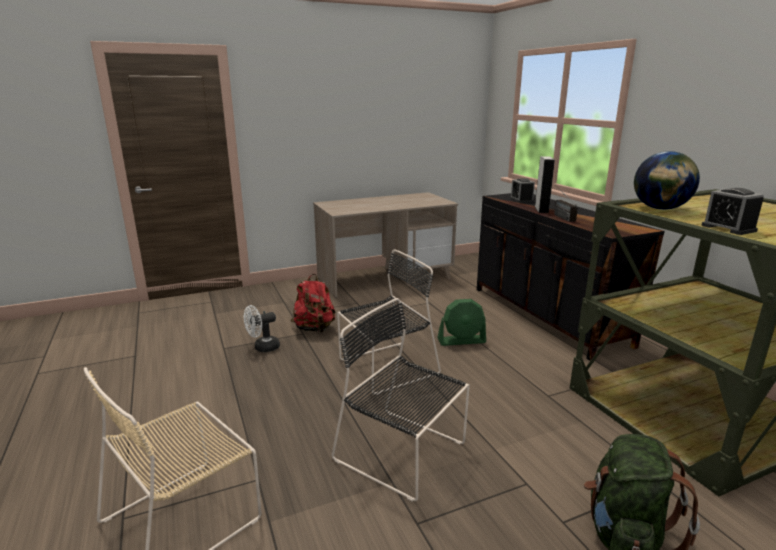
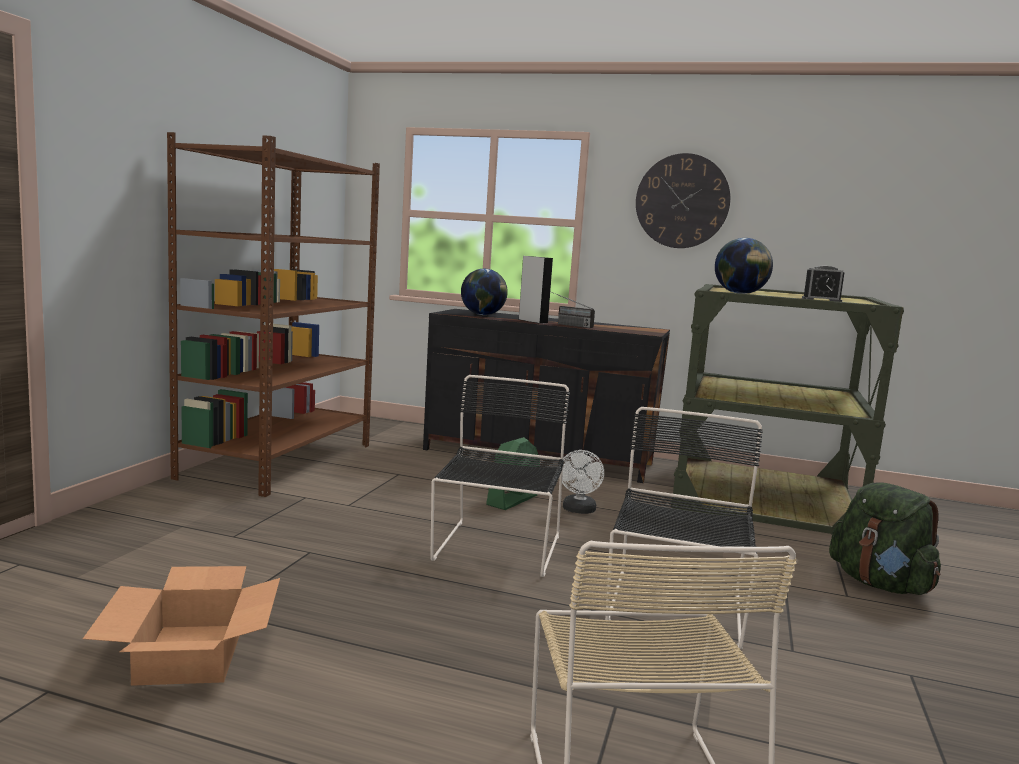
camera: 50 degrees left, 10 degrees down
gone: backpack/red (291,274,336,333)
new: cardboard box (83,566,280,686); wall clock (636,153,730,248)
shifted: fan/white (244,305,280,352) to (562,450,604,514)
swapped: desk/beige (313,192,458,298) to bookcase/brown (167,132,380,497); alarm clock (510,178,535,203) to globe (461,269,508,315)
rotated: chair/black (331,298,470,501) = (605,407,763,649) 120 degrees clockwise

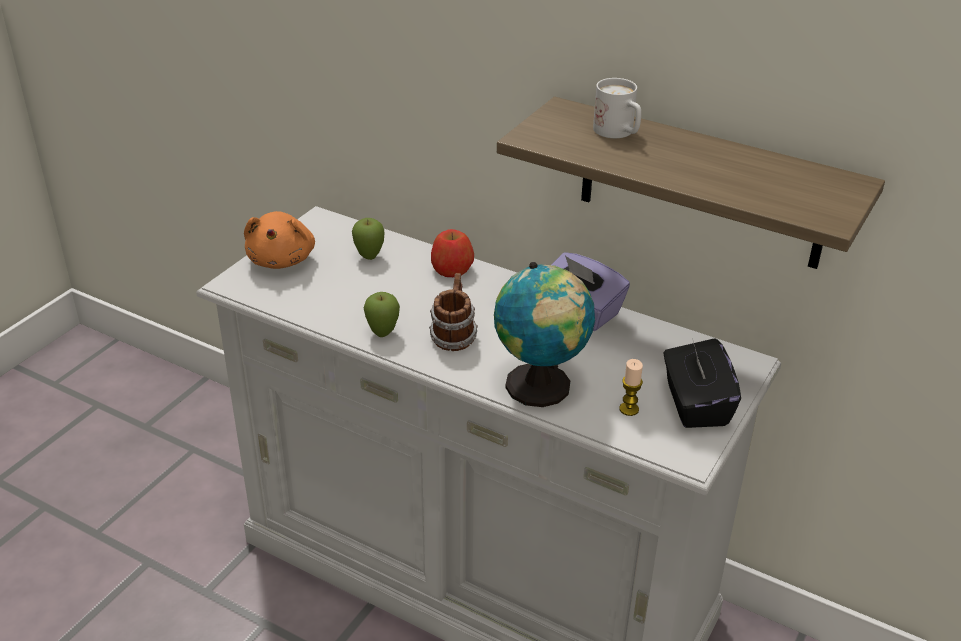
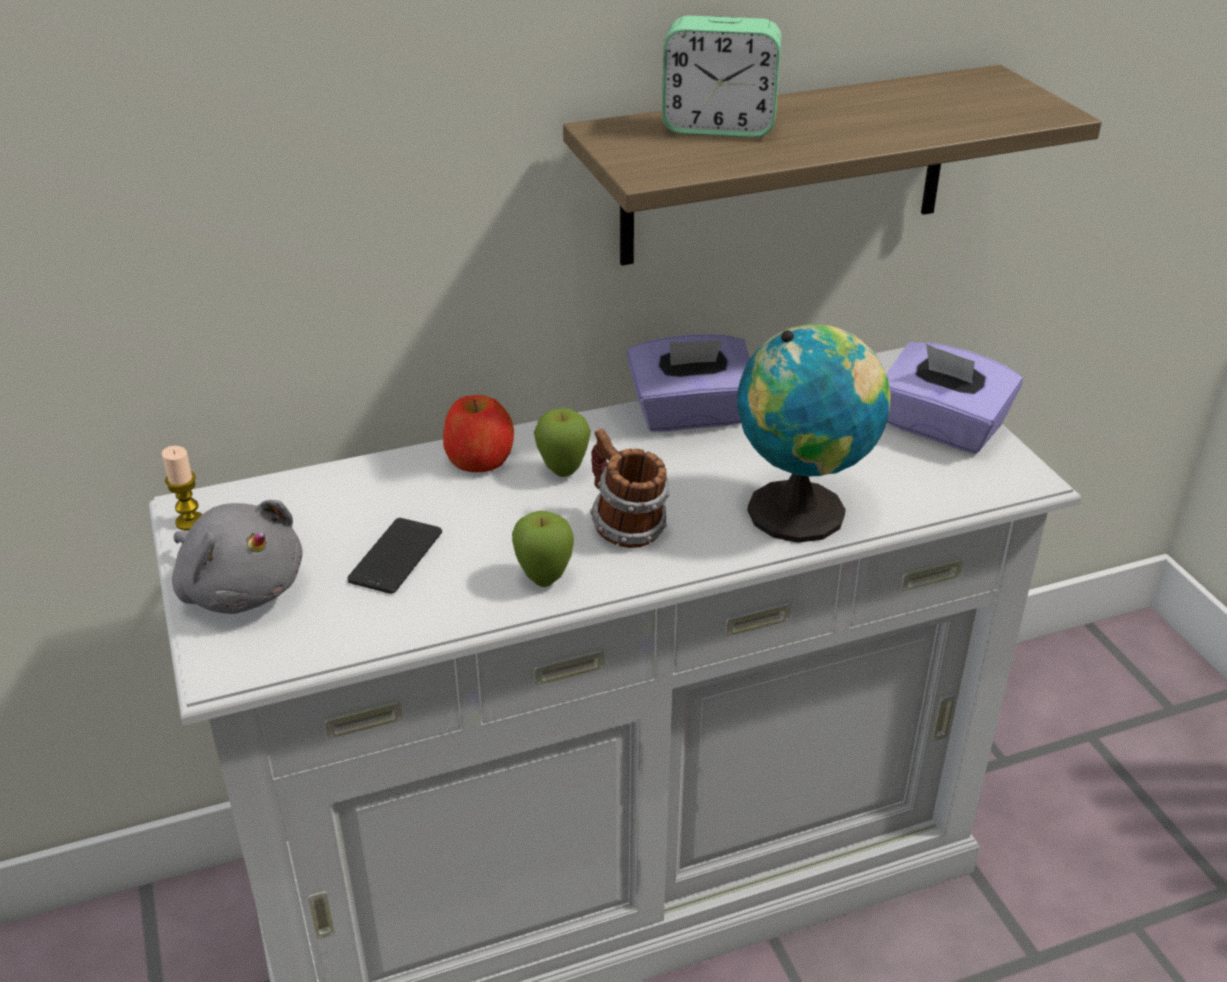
camera: 50 degrees left, 0 degrees up
new: phone (347,518,442,594)
shifted: apple (352,218,385,260) to (534,408,591,477); candle (619,359,643,416) to (162,446,203,530)
swapped: mug/white (593,78,641,138) to alarm clock (662,16,781,138)
repainted: plush toy/orange (244,211,315,269) to plush toy/grey (172,500,303,614); tissue box/black (664,338,741,428) to tissue box/purple (886,342,1023,454)

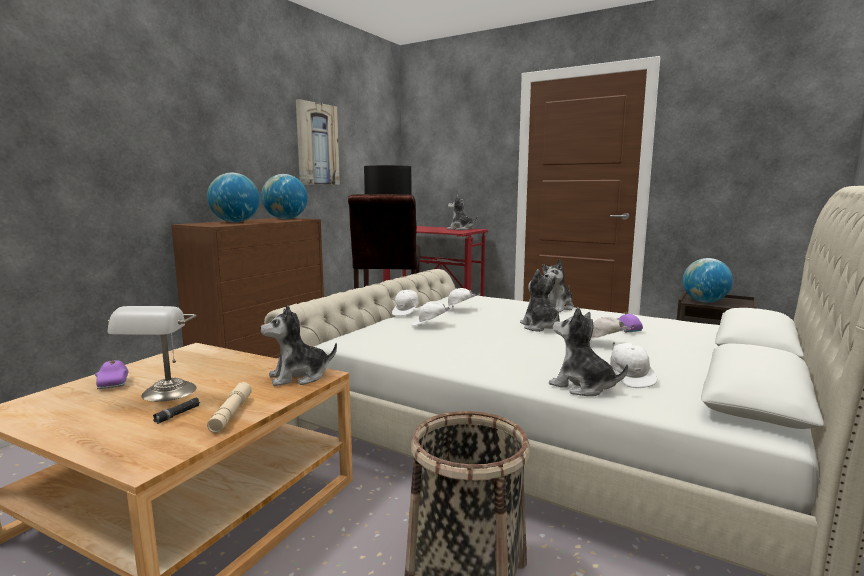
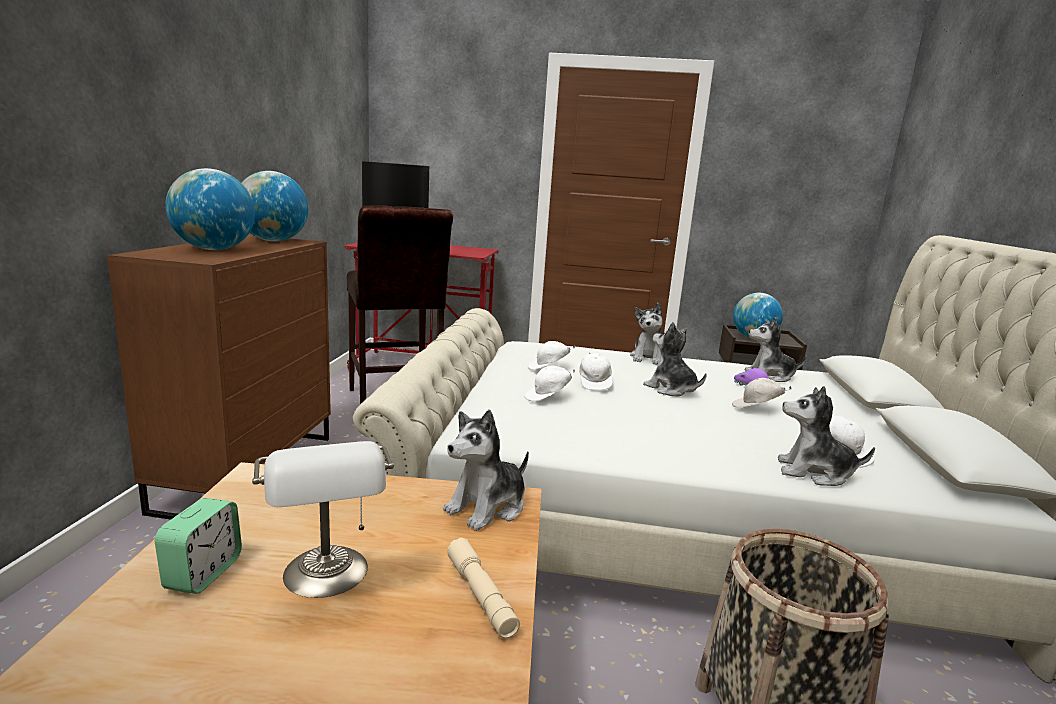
camera: 25 degrees left, 5 degrees up
gone: flashlight/black (153,398,200,424); picture (296,99,340,185)
shifted: cap/white (392,290,419,316) to (579,352,613,391); plush toy (447,195,478,230) to (745,317,807,382)
swapped: toy car/purple (95,359,129,389) to alarm clock (155,498,242,594)

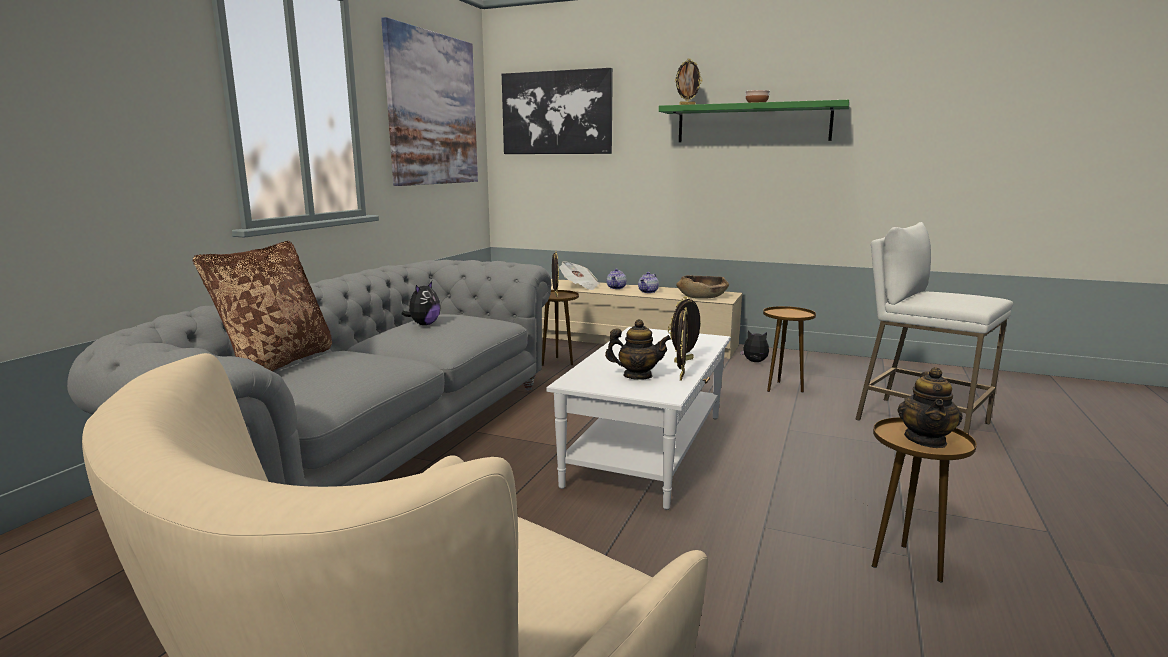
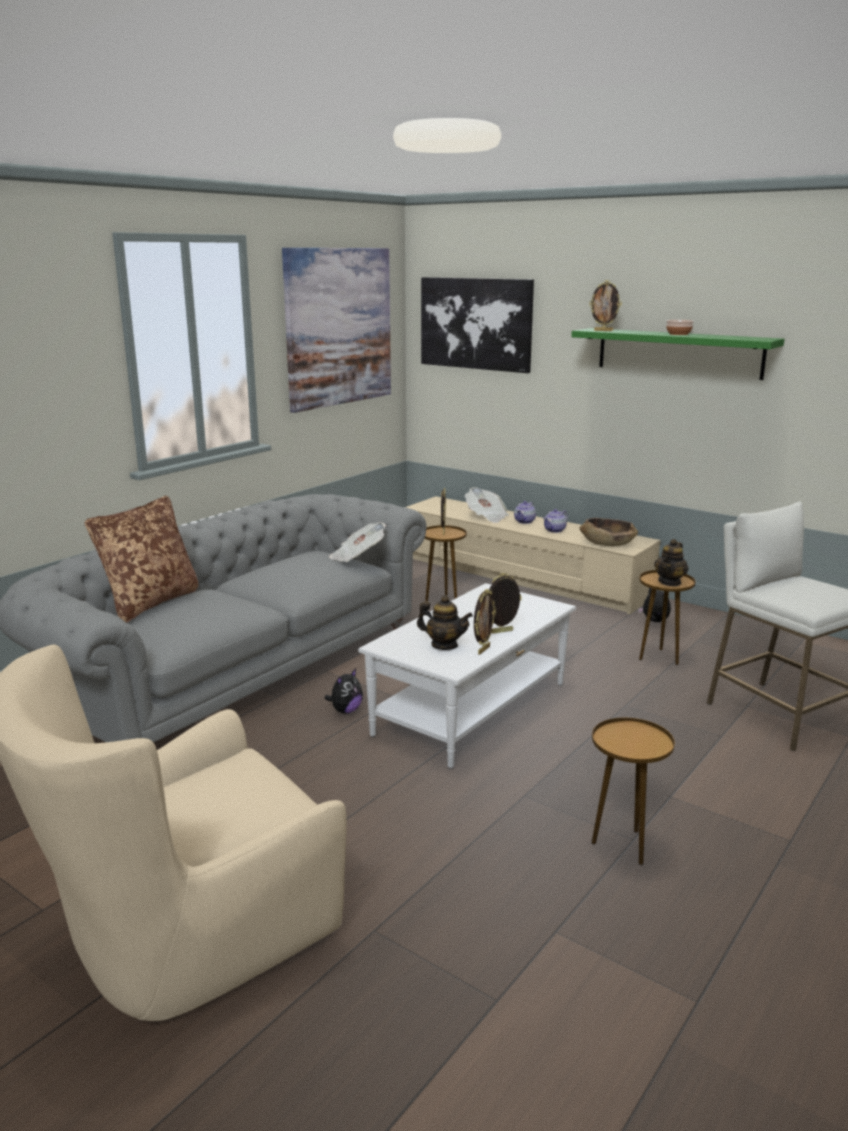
camera: 15 degrees right, 5 degrees up
new: newspaper (329,522,386,562)
shifted: plush toy (402,281,441,325) to (325,669,363,714); teapot (897,367,963,448) to (654,539,688,586)

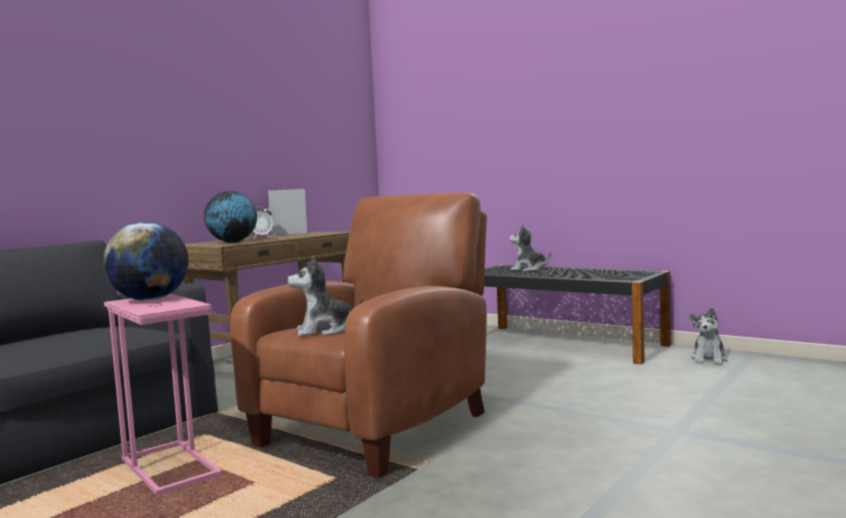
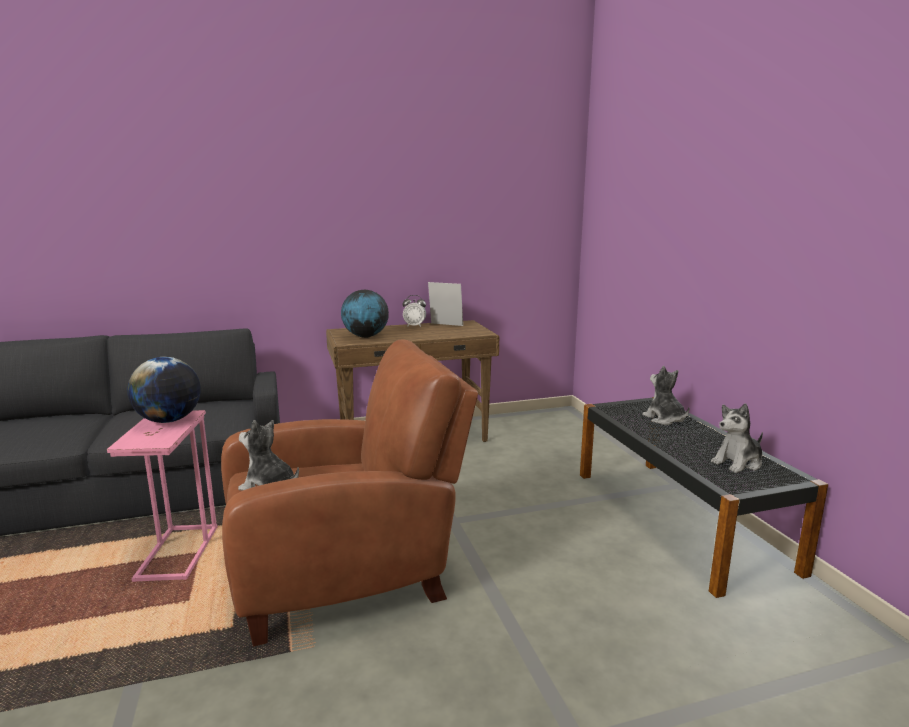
camera: 35 degrees right, 10 degrees up
shifted: plush toy (690,308,728,365) to (711,403,763,473)

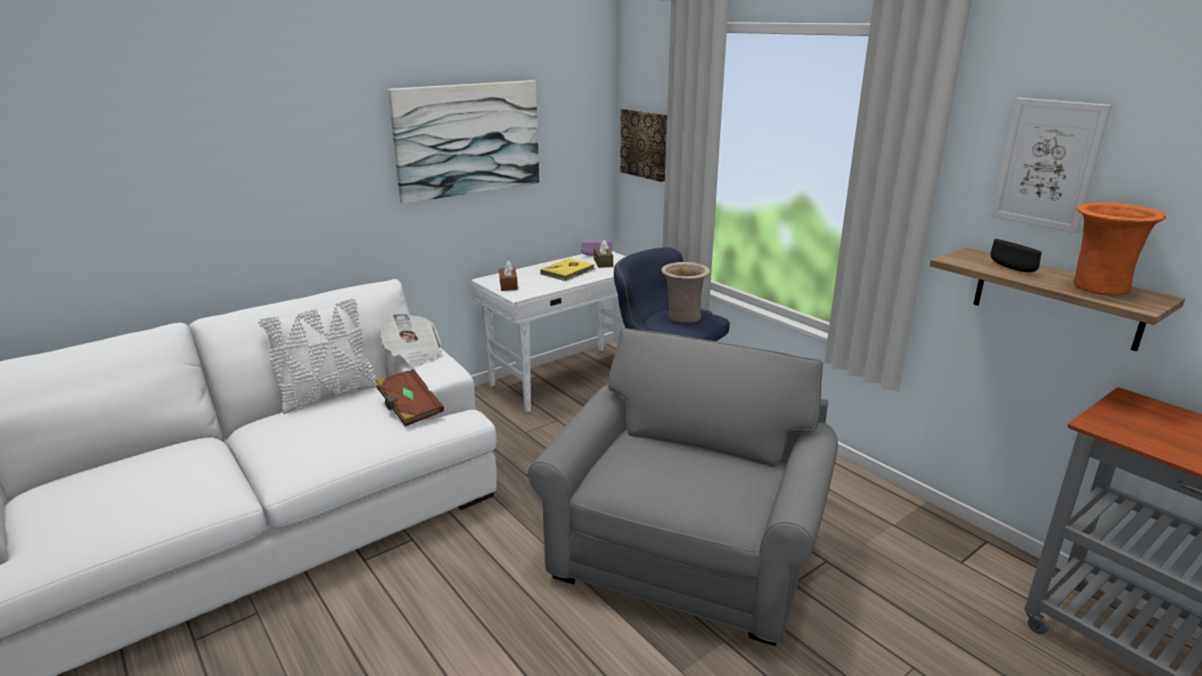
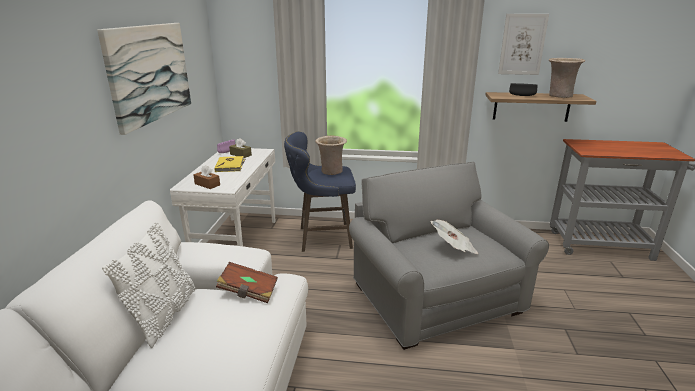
camera: 45 degrees left, 0 degrees up
gone: picture (620,109,667,182)
shifted: newspaper (380,313,442,367) to (430,220,479,254)
repainted: vase/orange (1073,202,1166,296) to vase/beige (549,58,585,98)

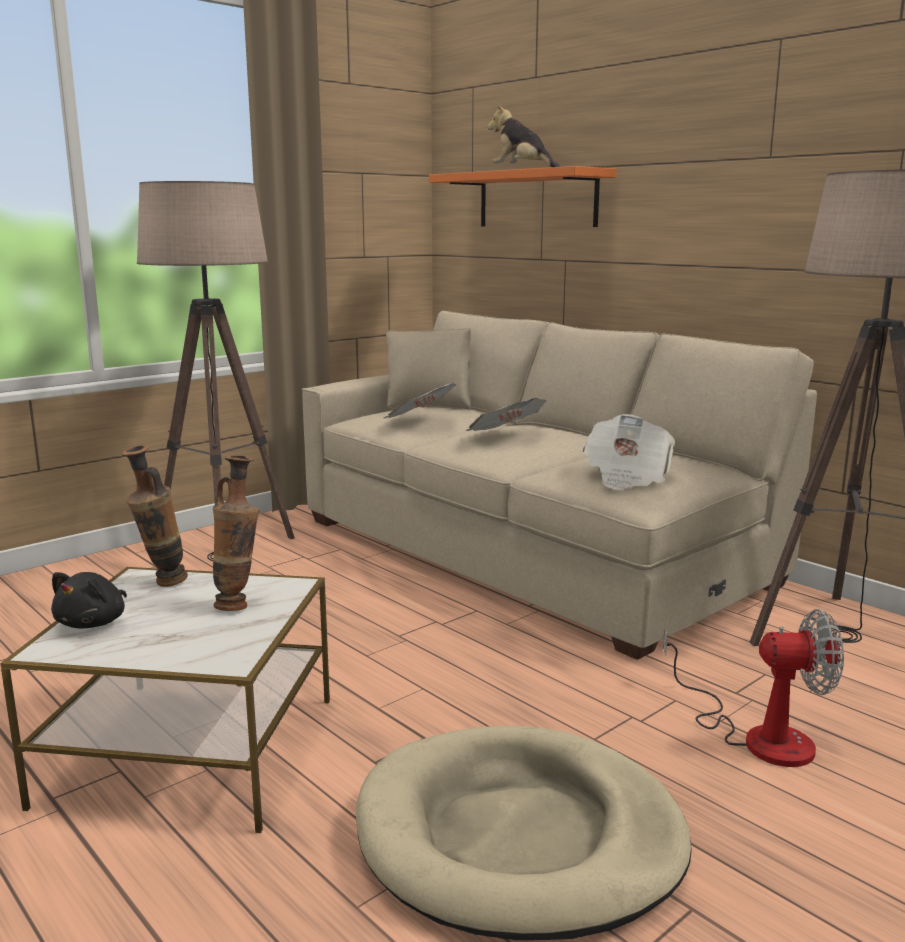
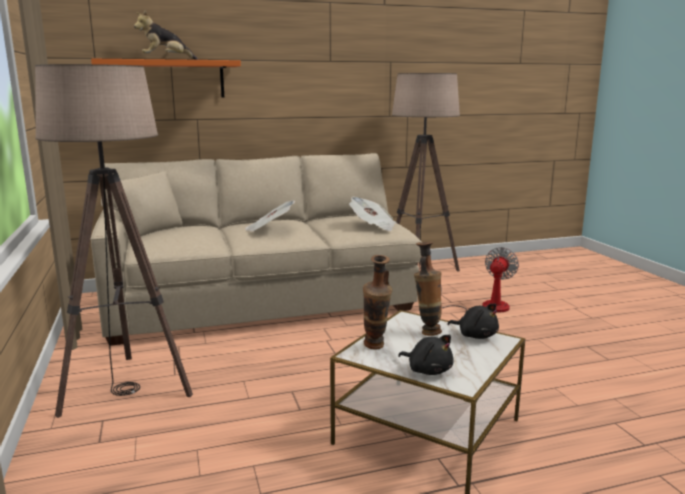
camera: 65 degrees left, 0 degrees up
gone: dog bed/beige (356,726,692,940); newspaper (384,383,457,418)
new: plush toy/black (447,304,499,339)

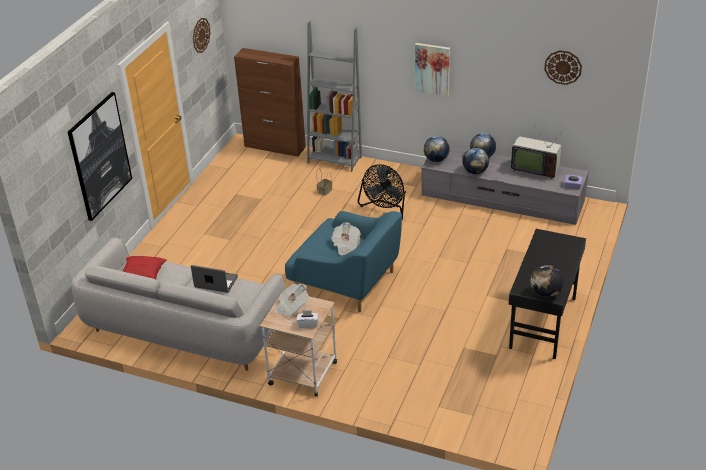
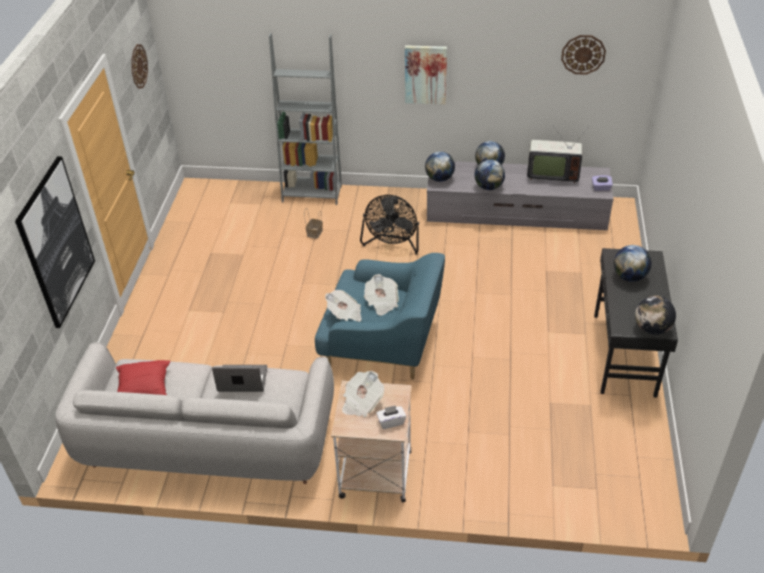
camera: 15 degrees left, 5 degrees up
gone: cabinet/brown (234,48,306,157)
new: newspaper (325,290,362,322); globe (614,245,652,282)

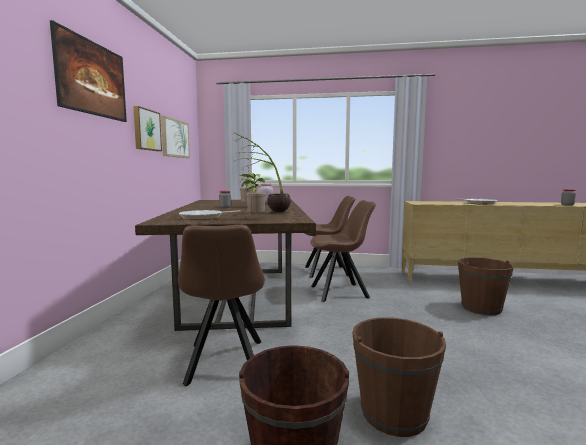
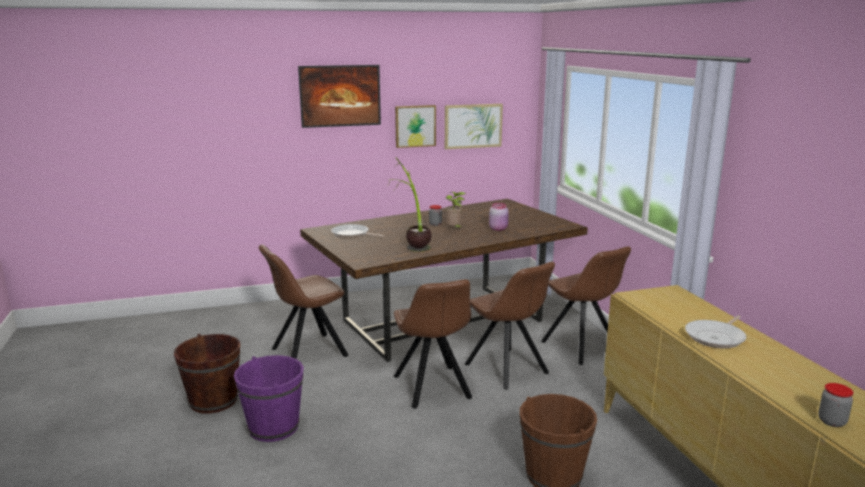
camera: 65 degrees right, 10 degrees up
gone: potted plant (241,173,266,217)
new: chair/brown (394,279,472,409)
repainted: bucket/brown (352,317,446,437) to bucket/purple (234,355,304,442)

